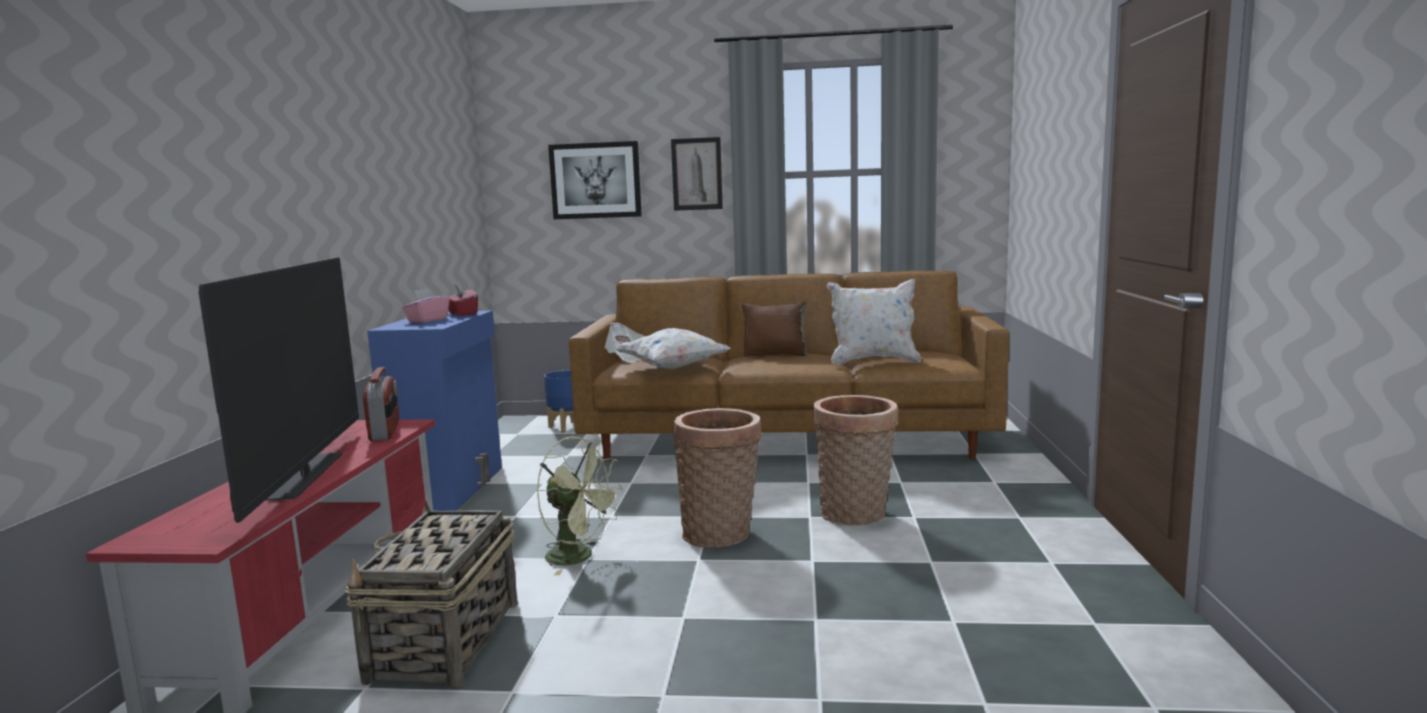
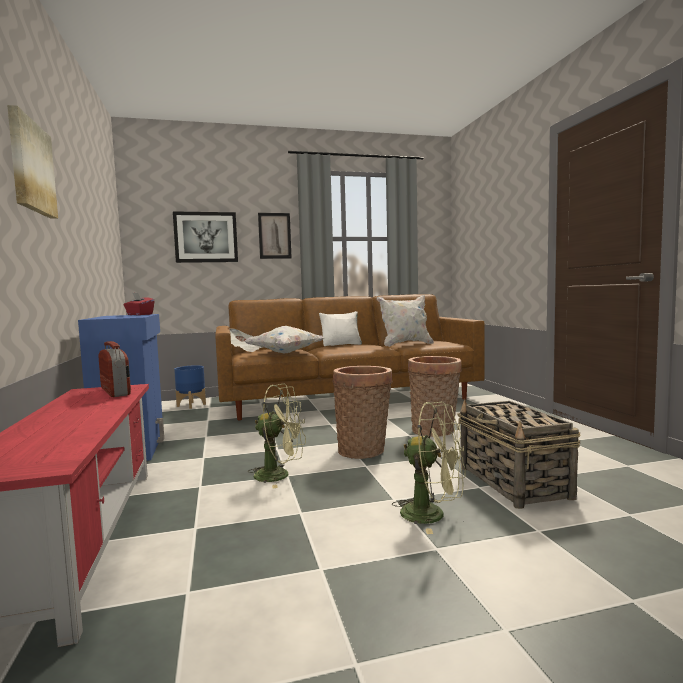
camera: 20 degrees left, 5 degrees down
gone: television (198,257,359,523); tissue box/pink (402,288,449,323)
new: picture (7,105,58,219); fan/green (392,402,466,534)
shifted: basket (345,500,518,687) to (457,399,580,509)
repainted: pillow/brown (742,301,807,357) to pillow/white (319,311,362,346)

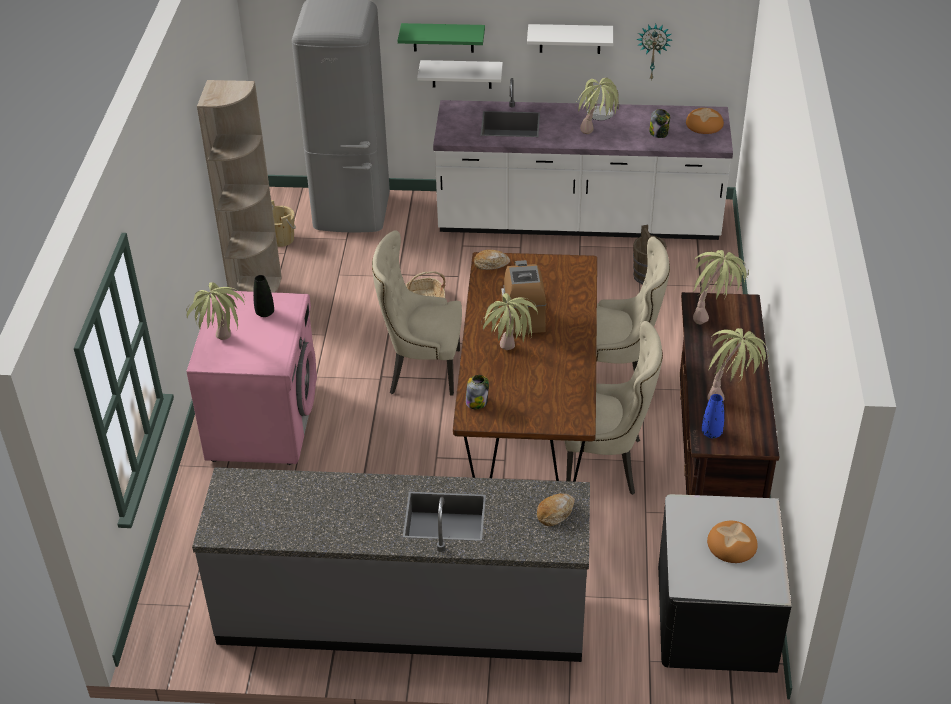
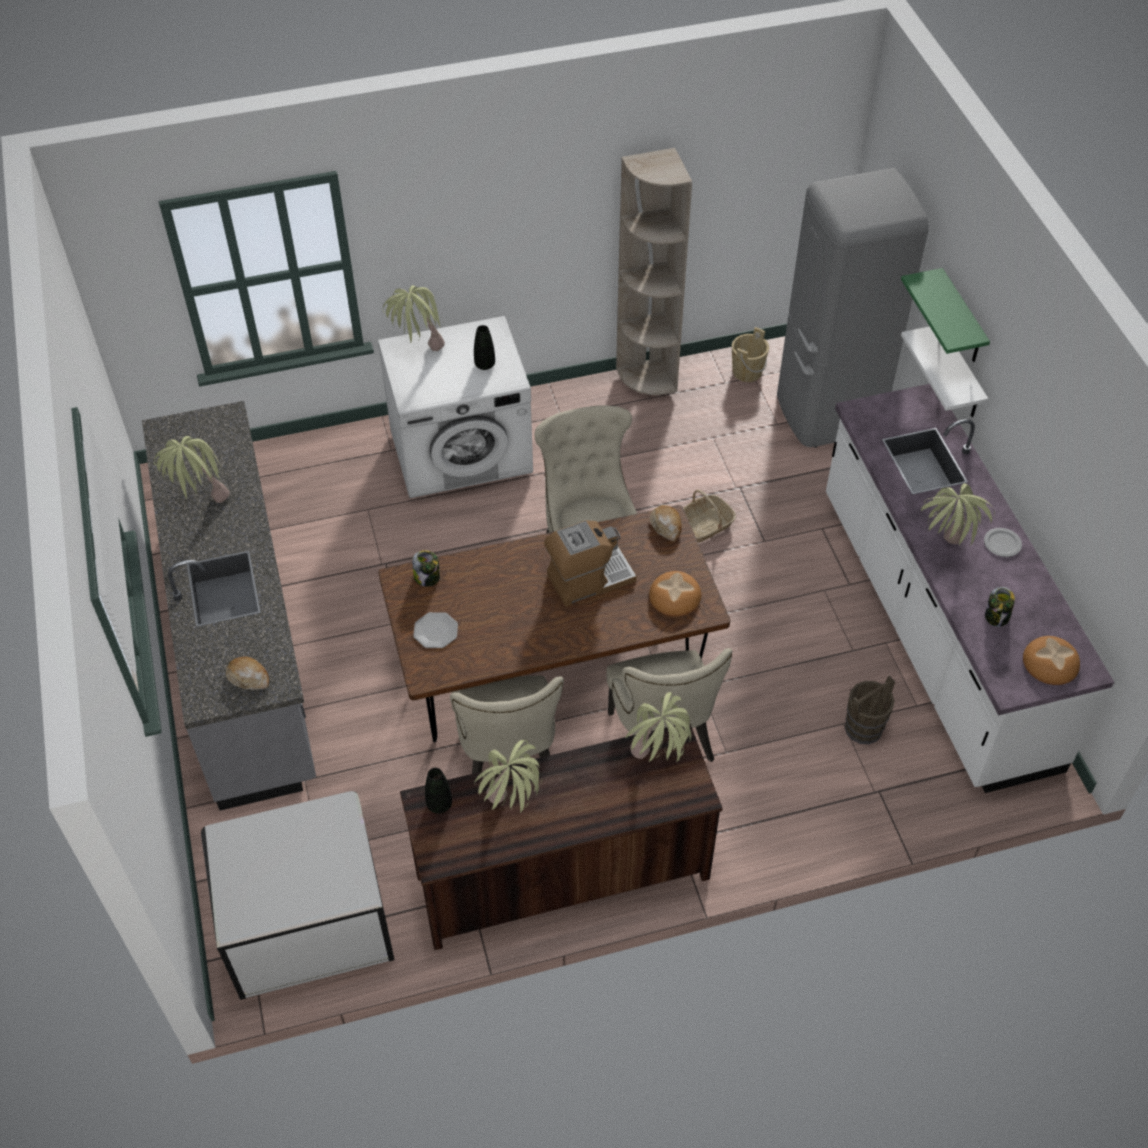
camera: 70 degrees right, 10 degrees up
gone: shelf/white (527,24,613,54); wall clock (636,24,672,80)
new: plate (413,612,458,648)
shifted: potted plant (481,293,538,350) to (154,436,230,503); bread (707,521,758,563) to (649,571,701,616)
repainted: washing machine/pink (186,291,317,465) to washing machine/white (378,316,533,498); vase/blue (702,394,724,438) to vase/black (425,768,452,814)

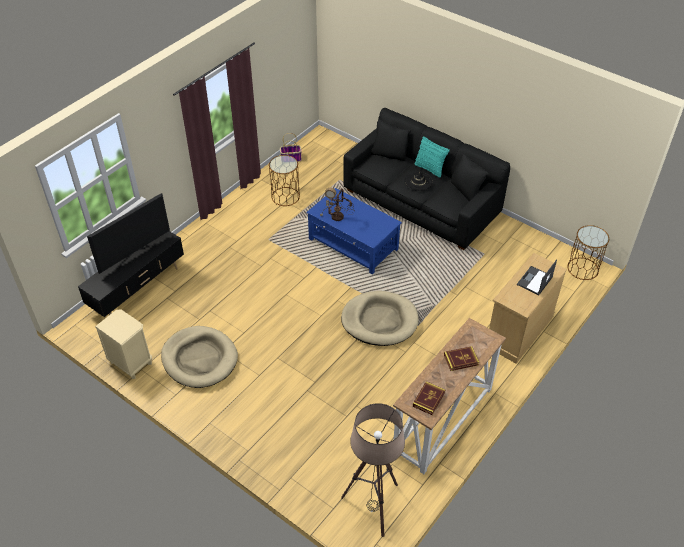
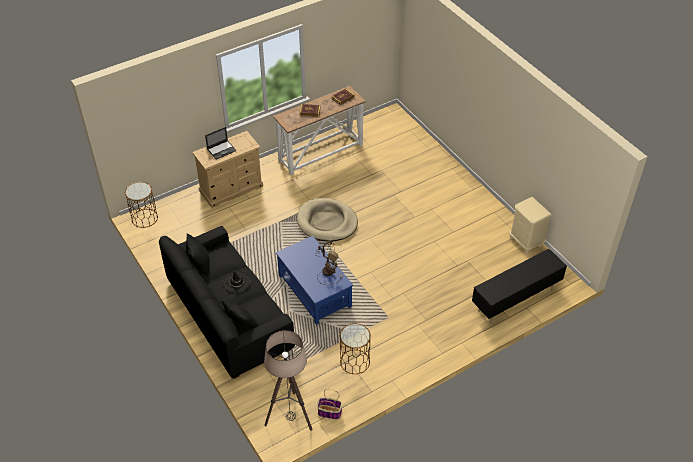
camera: 160 degrees left, 0 degrees up
gone: television (87,193,170,274); dog bed/beige (161,326,238,388); pillow/turquoise (415,137,450,177)
shifted: floor lamp (341,403,405,537) to (264,330,312,431)

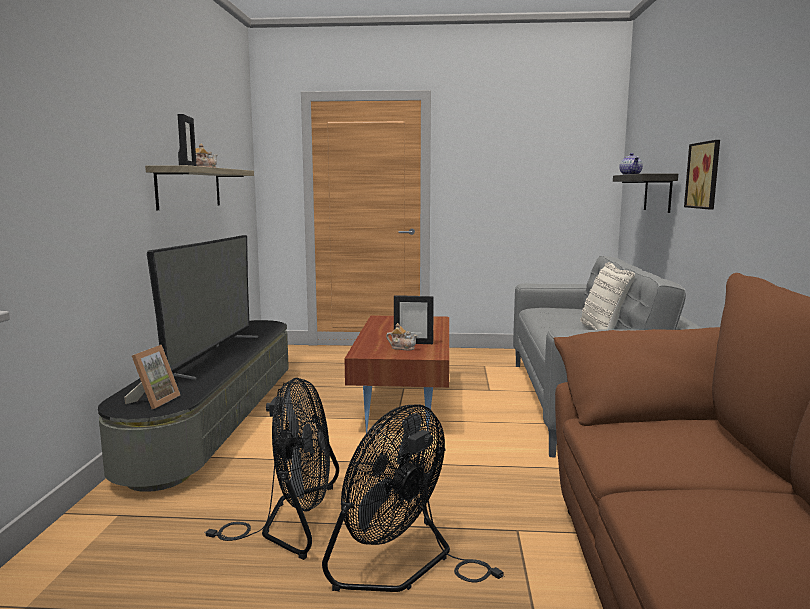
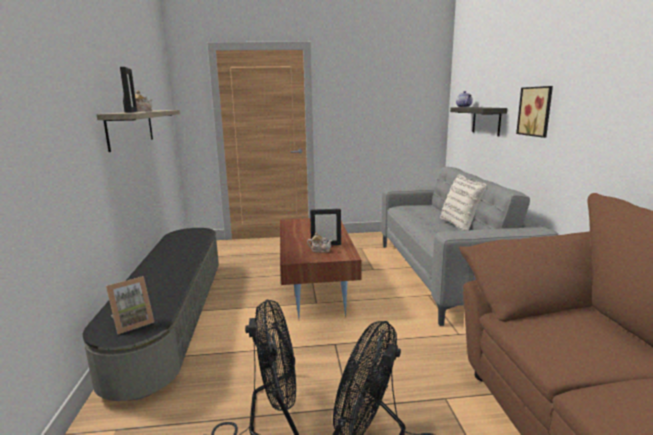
camera: 10 degrees left, 5 degrees up
gone: television (147,235,258,380)
rotated: picture frame (124,345,180,409) = (106,276,154,334) 45 degrees clockwise

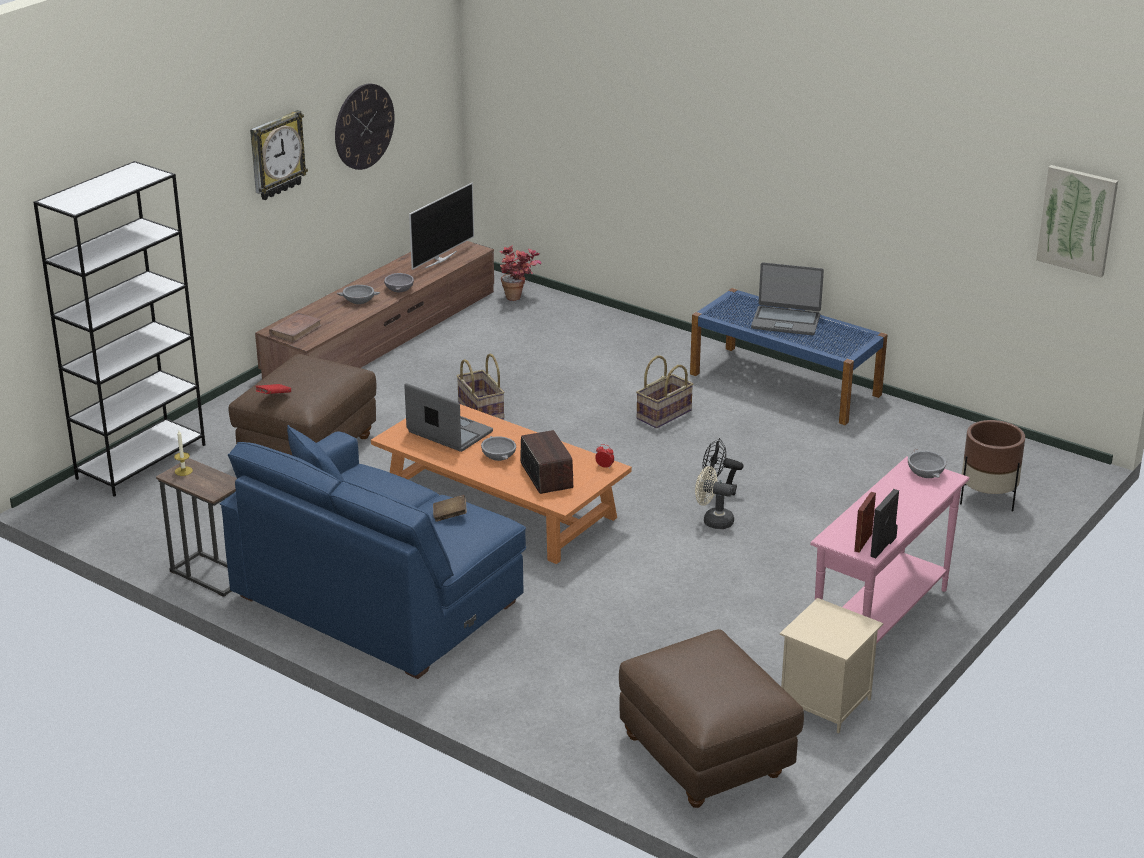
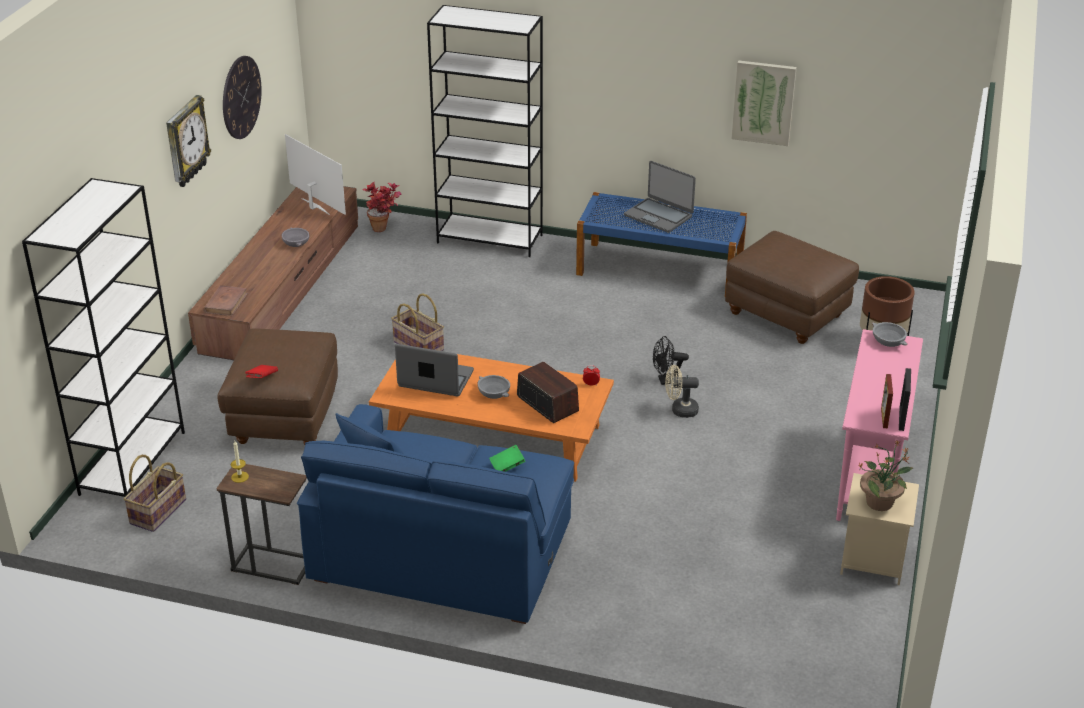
camera: 20 degrees left, 5 degrees up
gone: bowl/grey (337,285,380,304)
new: bookcase/white (427,5,543,257); potted plant (857,441,914,511)
shifted: ottoman/brown (619,629,804,808) to (725,231,859,344); basket (636,356,693,428) to (124,455,186,532); picture (1036,165,1118,277) to (732,60,797,146)
repainted: book/brown (433,495,467,522) to book/green (489,445,525,472)
rotated: television (409,183,474,270) = (285,134,346,215) 60 degrees counterclockwise; laptop (751,262,824,335) = (624,161,696,233) 45 degrees clockwise

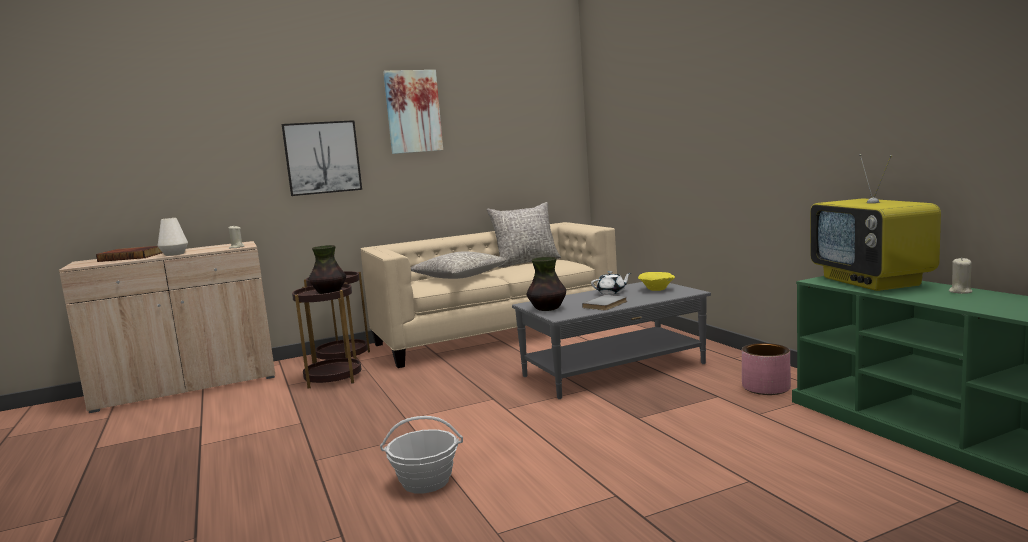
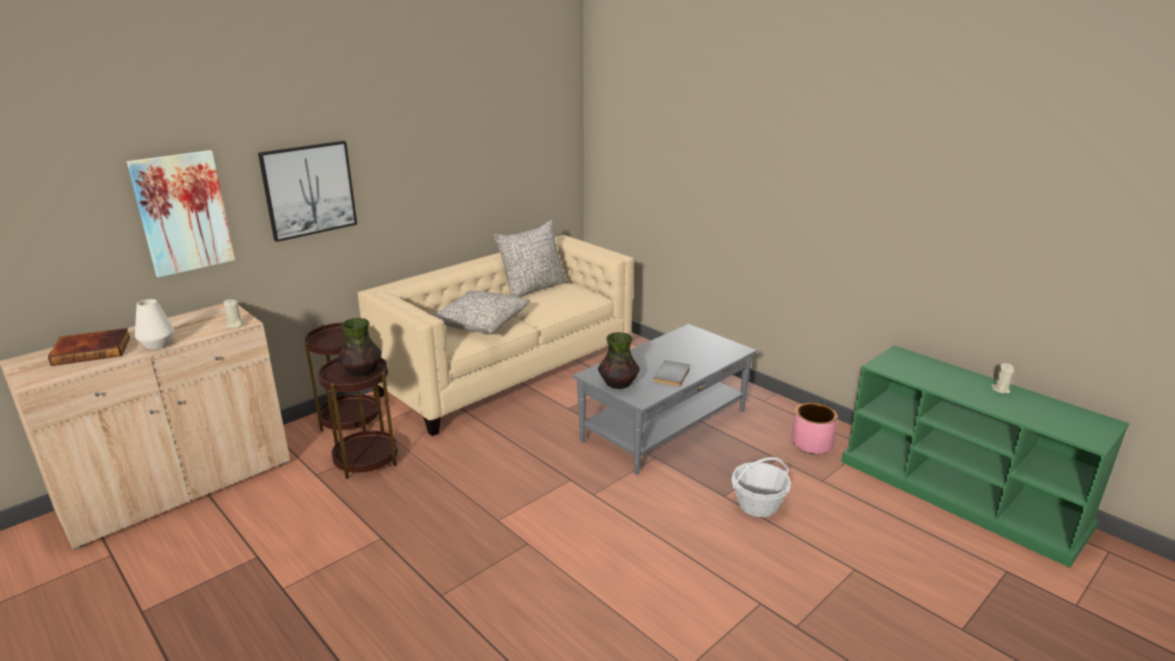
camera: 20 degrees left, 15 degrees up
gone: teapot/white (591,271,631,294); bowl/yellow (638,272,675,291); television (810,154,941,291)
shifted: basket (380,416,463,493) to (731,457,791,517); picture (383,70,443,154) to (127,150,235,278)

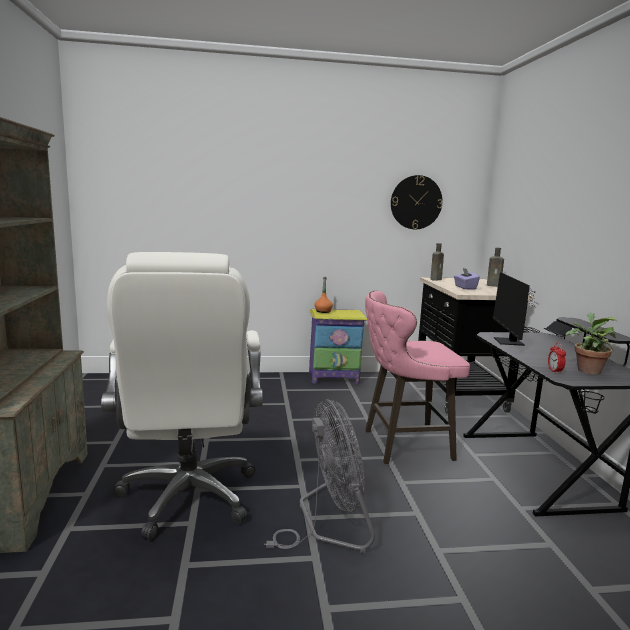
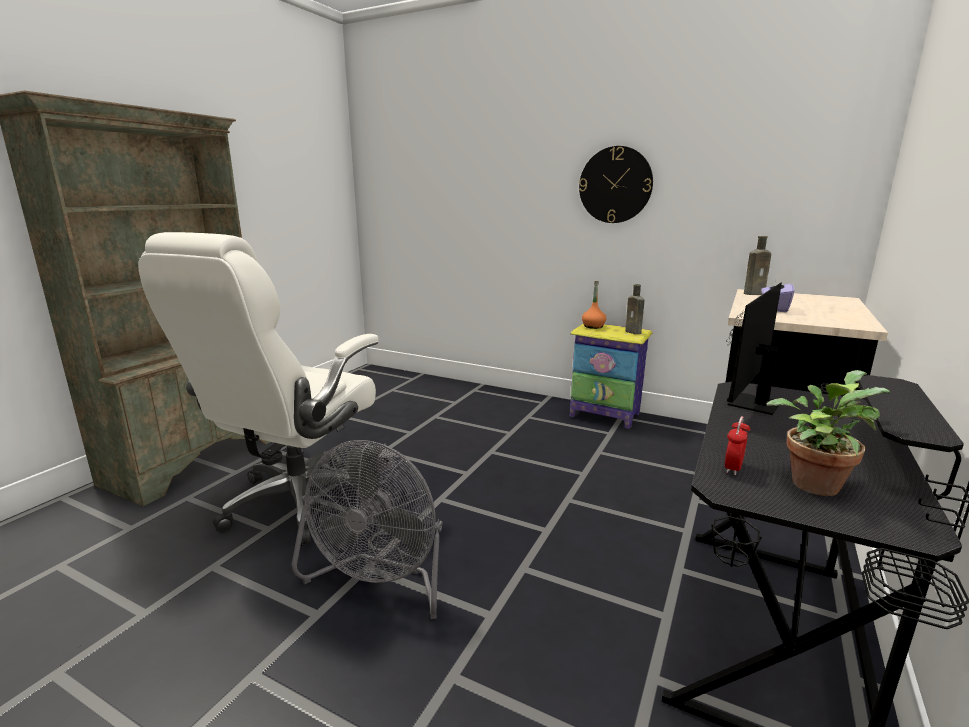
camera: 35 degrees right, 5 degrees up
gone: stool/pink (365,290,470,464)
shifted: wall clock (391,175,443,229) to (579,146,653,223); bottle/brown (487,248,504,287) to (625,284,644,334)
rotated: fan/grey (264,399,375,554) = (292,440,442,619) 90 degrees clockwise

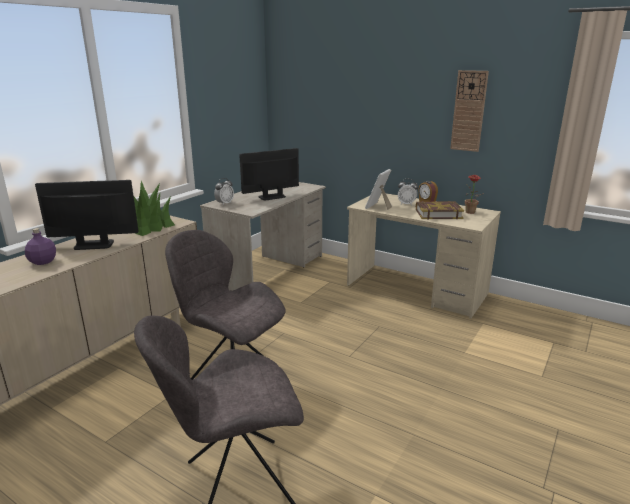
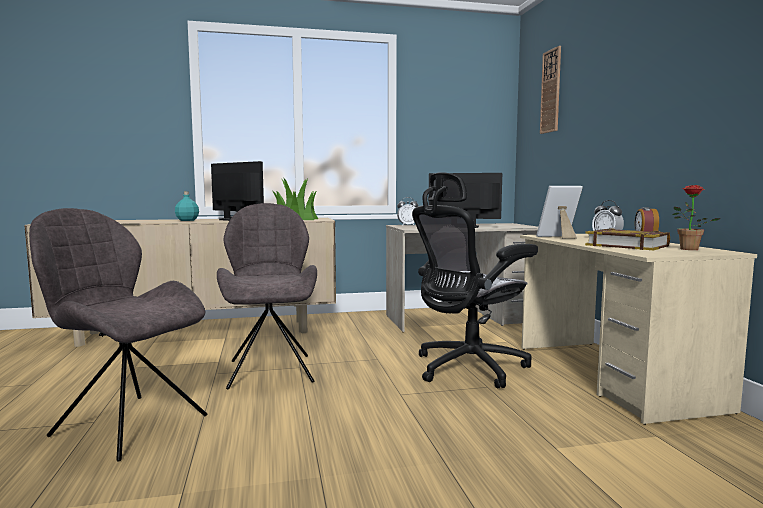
camera: 45 degrees right, 15 degrees down
new: office chair (412,172,538,388)
shifted: wall clock (450,70,489,152) to (540,46,561,134)
repainted: bottle/purple (25,228,56,265) to bottle/turquoise (175,192,199,221)

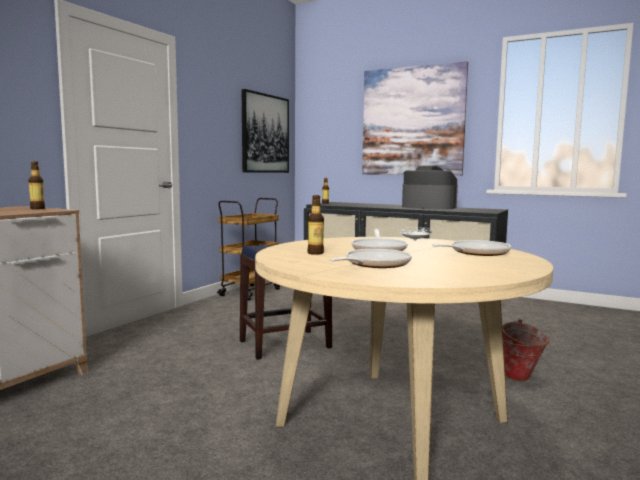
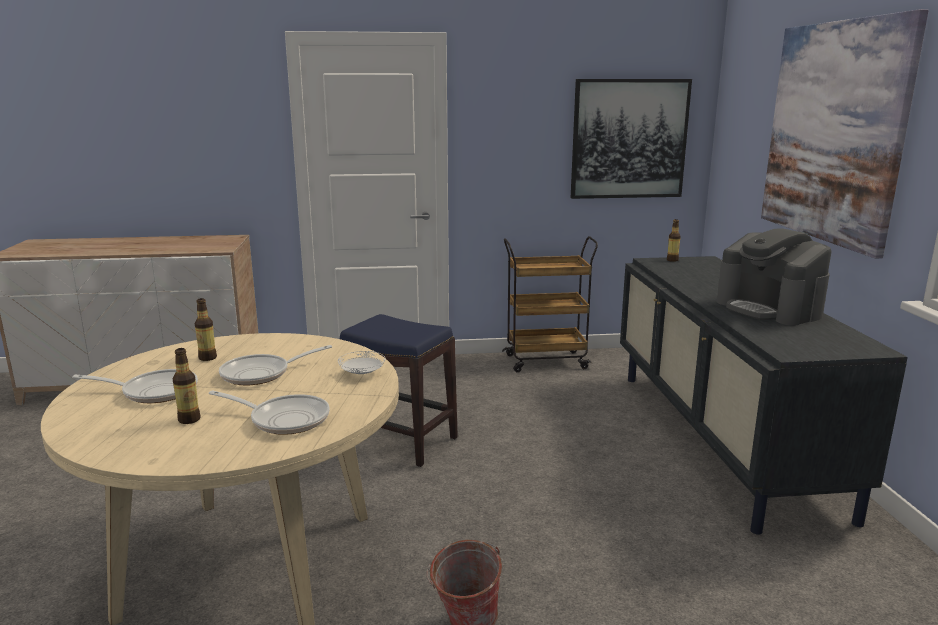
camera: 55 degrees right, 10 degrees up
shifted: bottle (28,162,45,209) to (173,348,201,424)
rotated: coffee machine (402,165,458,210) = (717,228,832,325) 150 degrees clockwise

